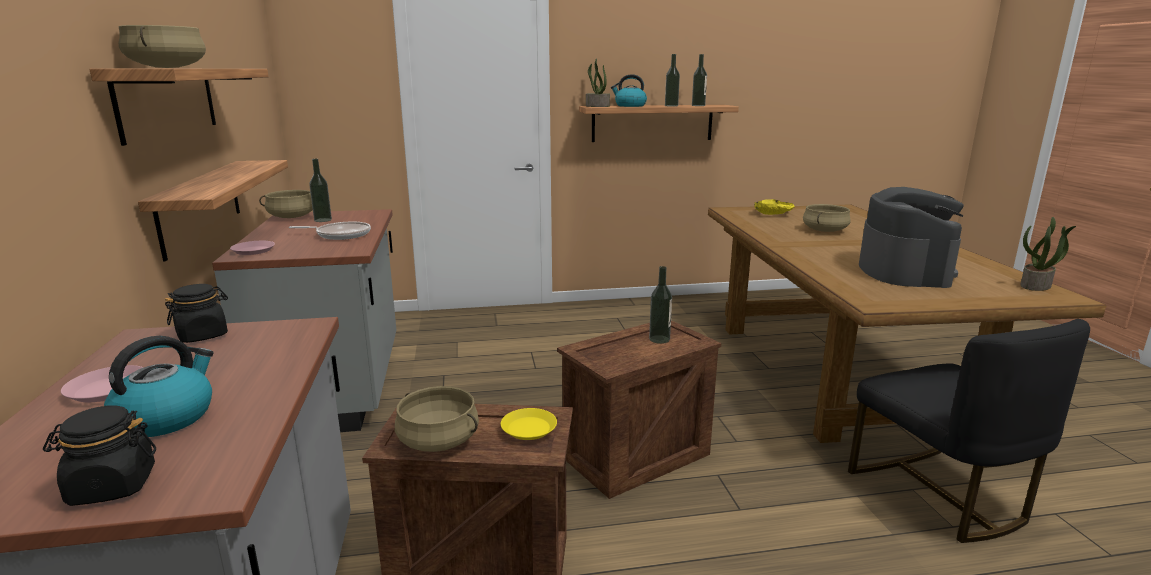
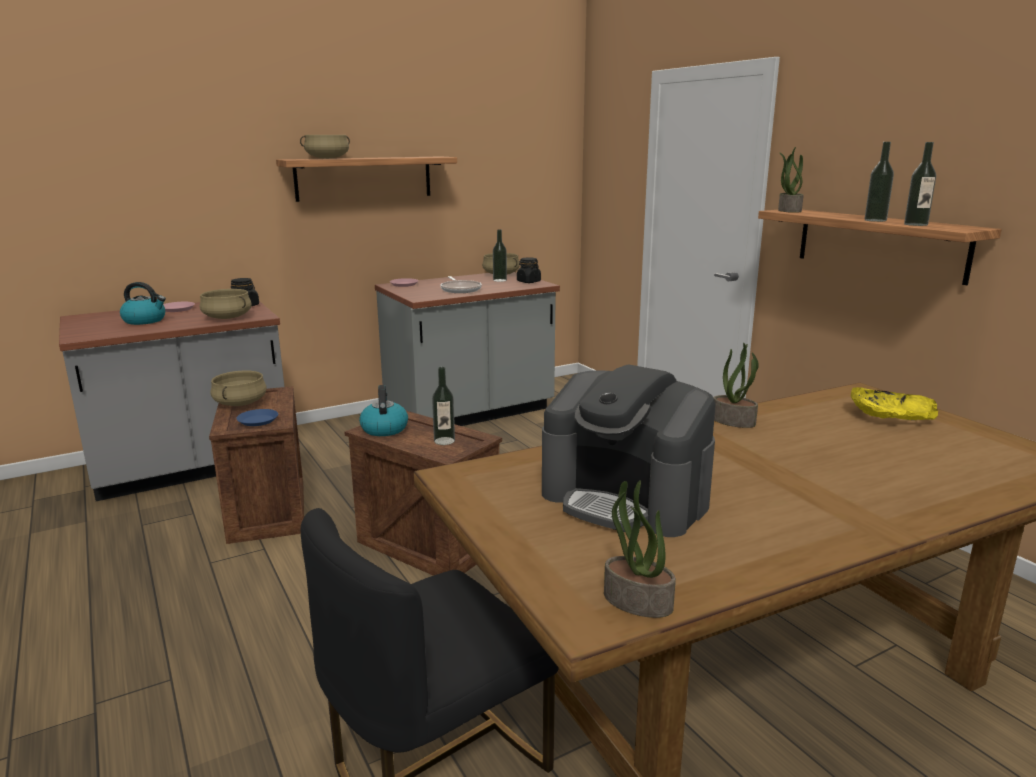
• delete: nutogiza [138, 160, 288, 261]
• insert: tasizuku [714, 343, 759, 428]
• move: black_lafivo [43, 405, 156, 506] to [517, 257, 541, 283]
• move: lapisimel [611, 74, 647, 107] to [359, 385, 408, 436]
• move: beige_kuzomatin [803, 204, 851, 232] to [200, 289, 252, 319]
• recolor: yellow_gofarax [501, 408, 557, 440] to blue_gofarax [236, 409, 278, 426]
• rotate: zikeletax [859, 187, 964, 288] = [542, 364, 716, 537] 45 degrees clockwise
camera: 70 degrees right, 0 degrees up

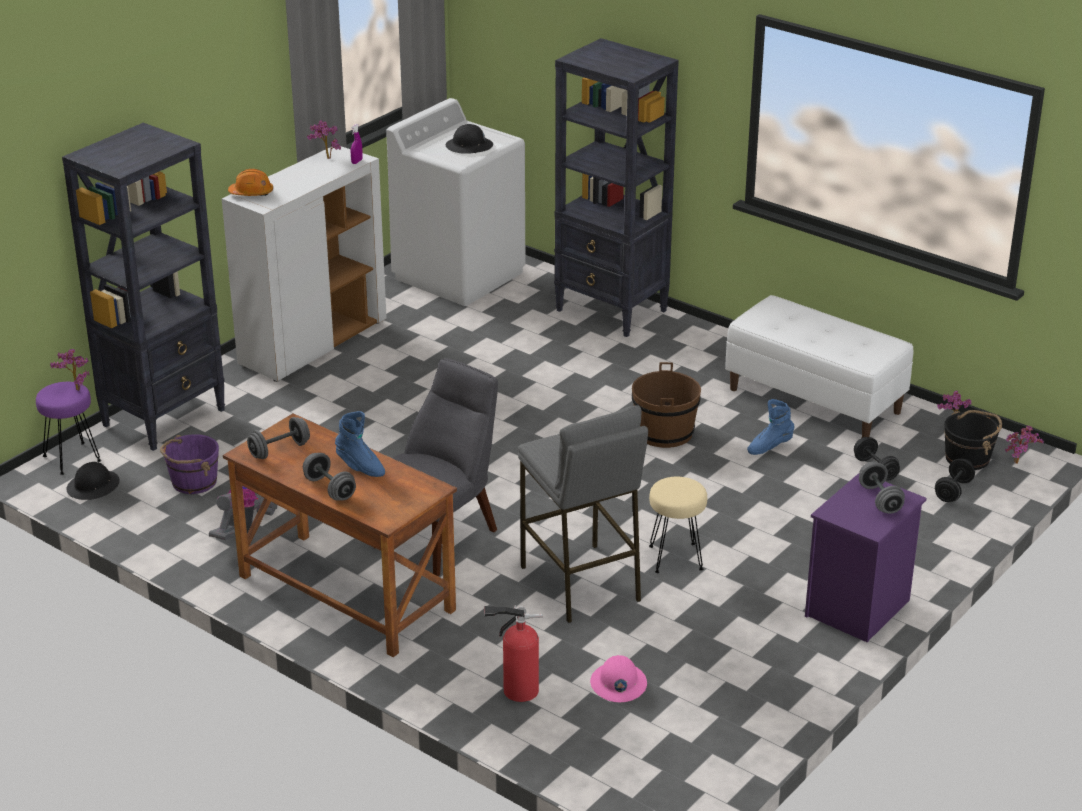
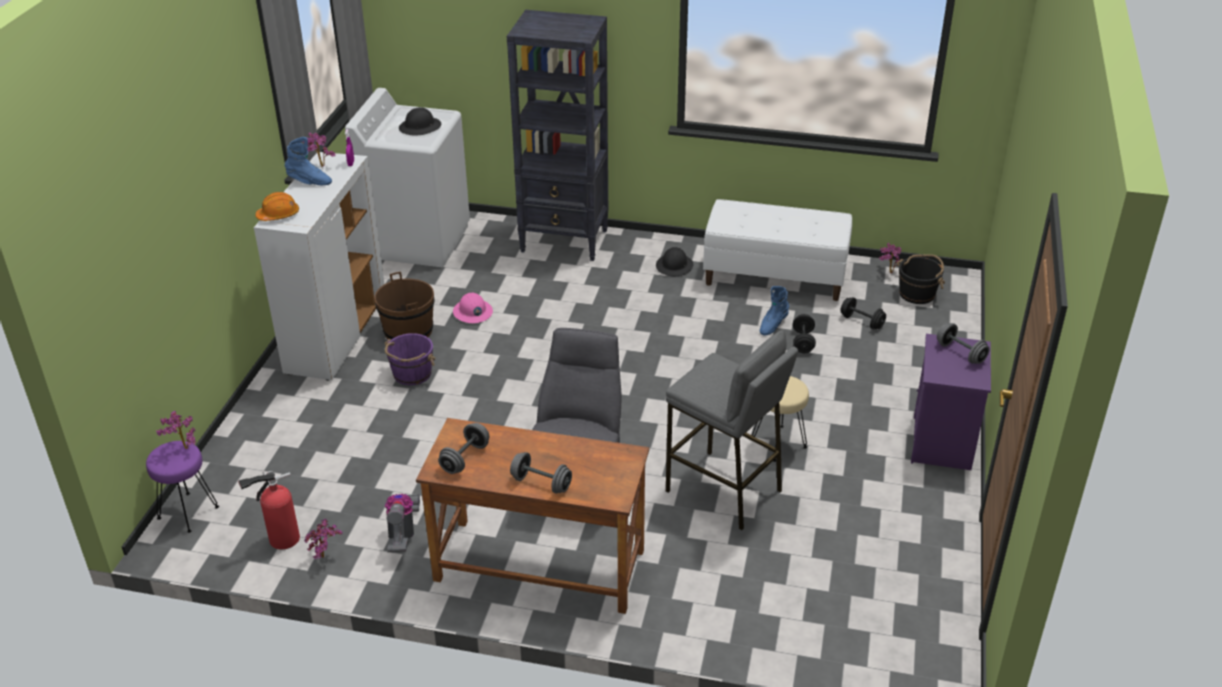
• delete: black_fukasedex [62, 123, 225, 451]
• move: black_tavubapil [66, 462, 120, 500] to [656, 247, 693, 276]
• move: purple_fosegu [160, 434, 219, 494] to [385, 333, 435, 385]
• move: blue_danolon [335, 411, 385, 477] to [285, 137, 332, 185]
• move: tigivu [484, 605, 543, 702] to [238, 471, 300, 549]
• move: pink_tavubapil [590, 655, 647, 702] to [453, 292, 493, 323]
• move: brown_fosegu [632, 362, 701, 448] to [374, 272, 435, 340]
• move: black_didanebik [935, 459, 975, 502] to [793, 314, 816, 353]
• move: tasizuku [1005, 425, 1044, 464] to [304, 519, 342, 559]
camera: 25 degrees left, 5 degrees up

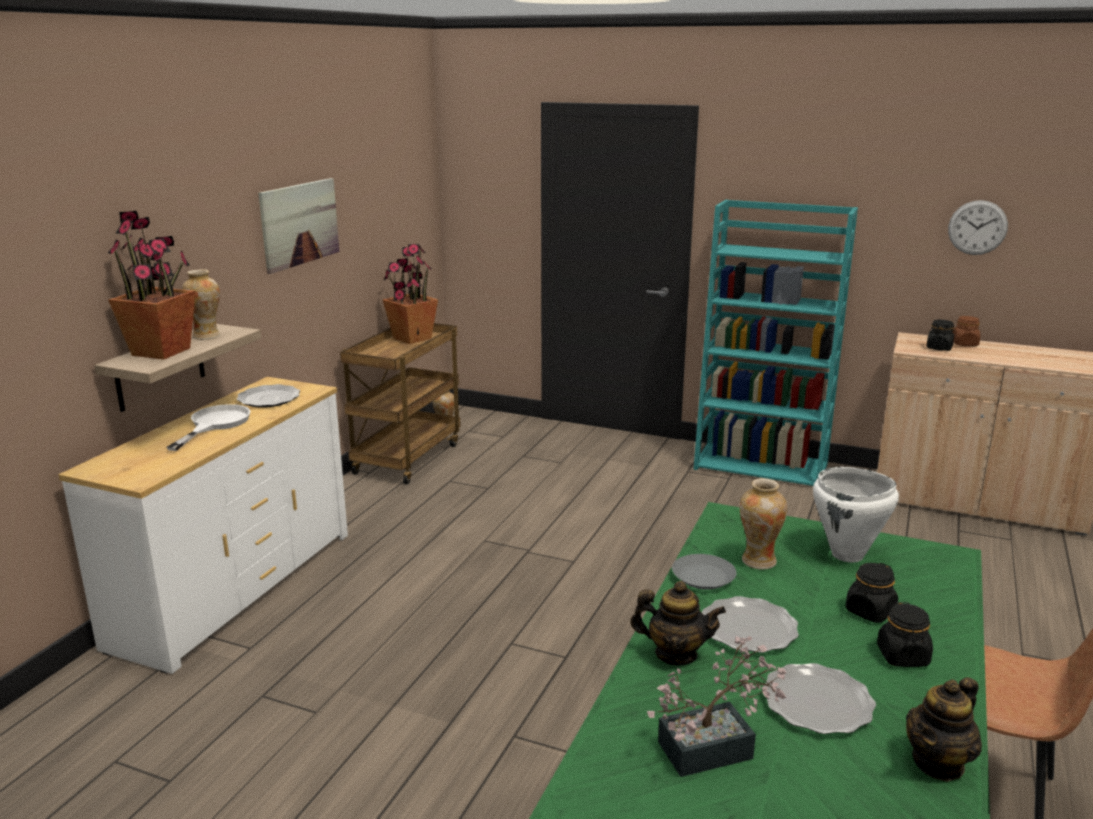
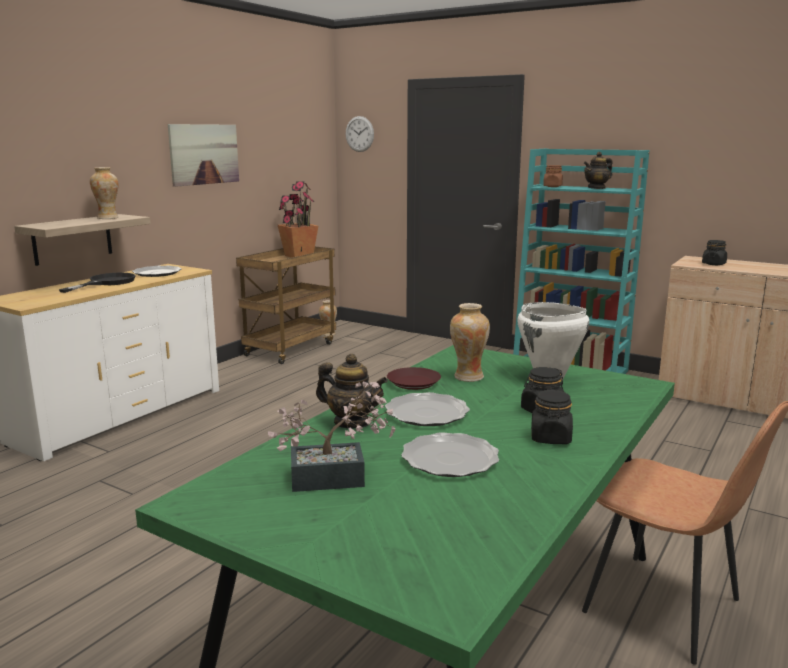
• delete: tasizuku [108, 211, 195, 360]
• move: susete [906, 677, 982, 782] to [584, 152, 613, 189]
• move: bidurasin [948, 200, 1008, 255] to [346, 116, 374, 152]
• move: brown_lafivo [952, 316, 980, 346] to [543, 165, 563, 187]
• recolor: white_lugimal [167, 404, 251, 451] to black_lugimal [59, 273, 135, 293]
• recolor: grey_gofarax [672, 554, 736, 590] to brown_gofarax [387, 367, 441, 390]
camera: 10 degrees right, 5 degrees down

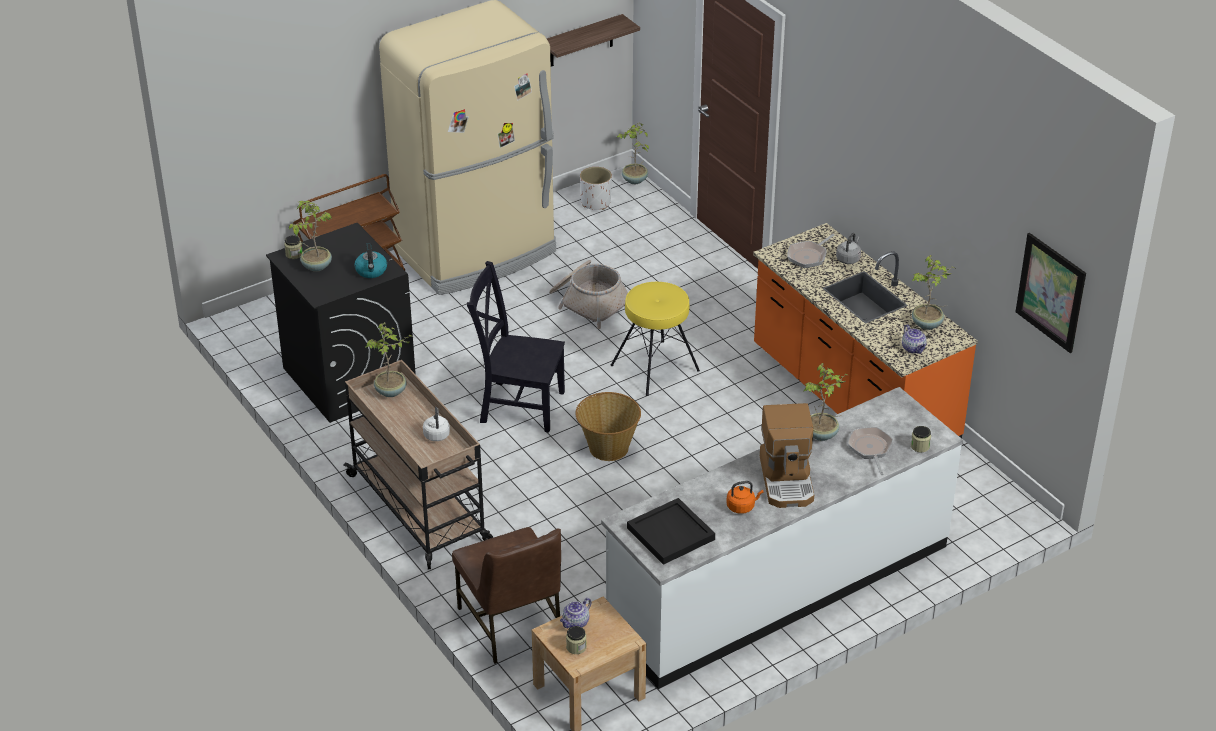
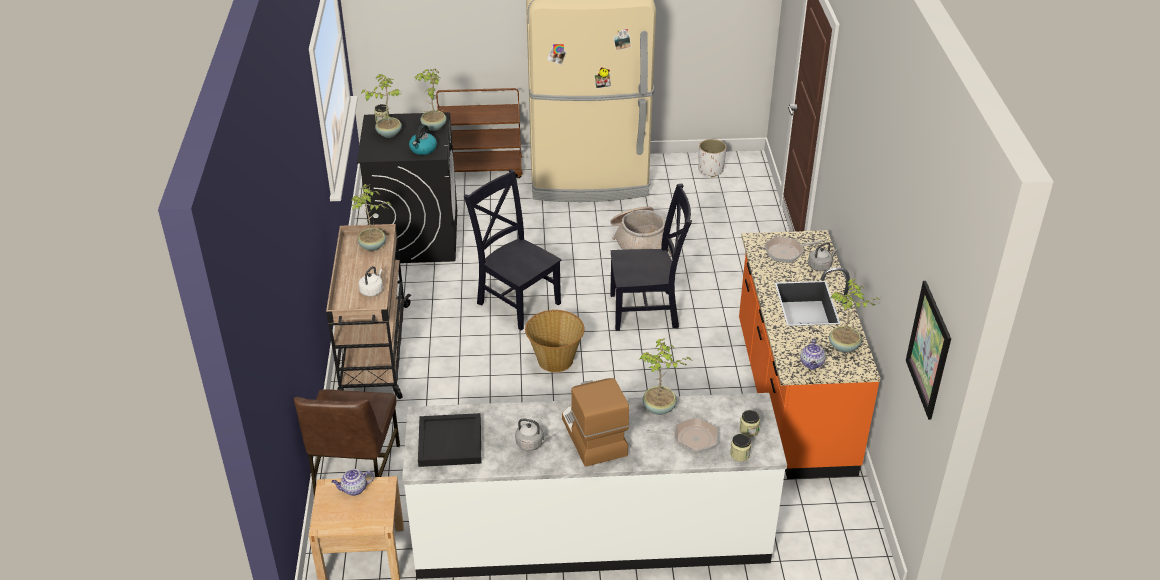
• delete: nutogiza [547, 14, 640, 67]
• move: lafivo [566, 626, 586, 654] to [739, 410, 760, 437]
• move: tasizuku [617, 122, 649, 184] to [414, 69, 447, 131]
• replace: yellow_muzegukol [611, 282, 700, 396] to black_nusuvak [610, 183, 692, 331]
• recolor: orange_lapisimel [726, 481, 764, 514] to grey_lapisimel [515, 419, 550, 451]
• rotate: zikeletax [760, 403, 814, 508] = [562, 378, 629, 467] 135 degrees clockwise
• rotate: lugimal [847, 427, 893, 475] = [646, 417, 718, 454] 75 degrees clockwise
camera: 30 degrees right, 0 degrees up

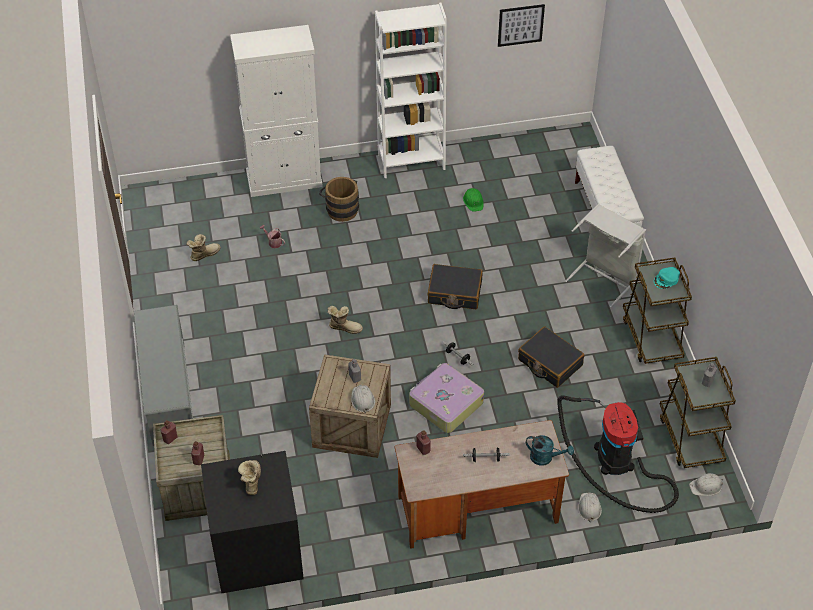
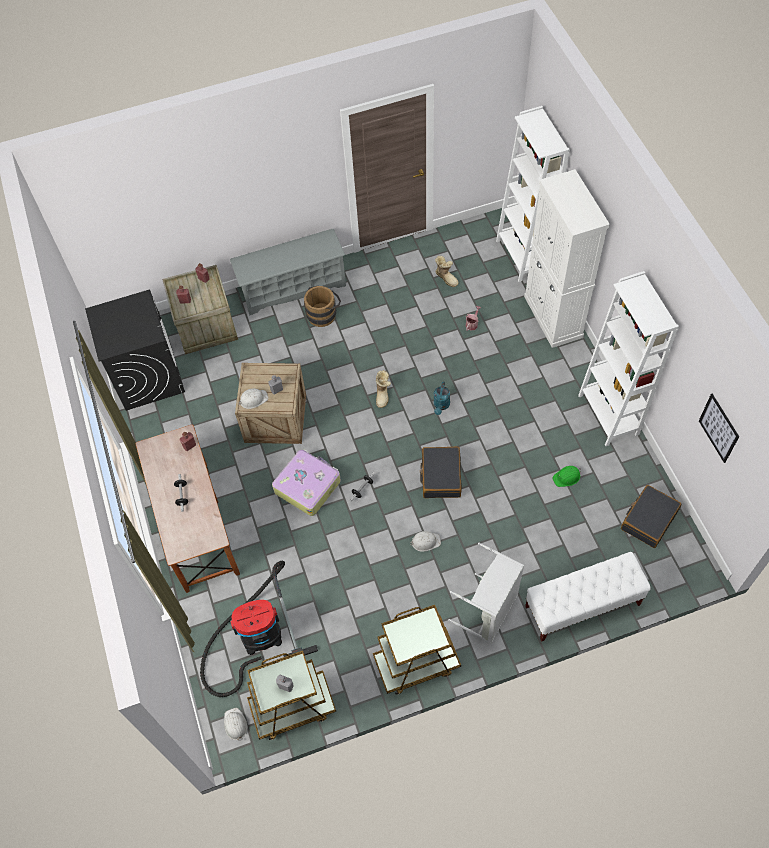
• delete: danolon [238, 460, 261, 495]
• delete: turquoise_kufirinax [654, 267, 680, 289]
• insert: white_fukasedex [496, 106, 570, 282]
• move: brown_fosegu [319, 177, 359, 222] to [304, 286, 341, 327]
• move: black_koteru [518, 326, 584, 388] to [621, 485, 682, 548]
• move: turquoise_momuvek [526, 435, 574, 466] to [434, 382, 450, 415]
• move: white_tavubapil [578, 493, 602, 522] to [410, 531, 441, 552]
camera: 85 degrees right, 10 degrees up

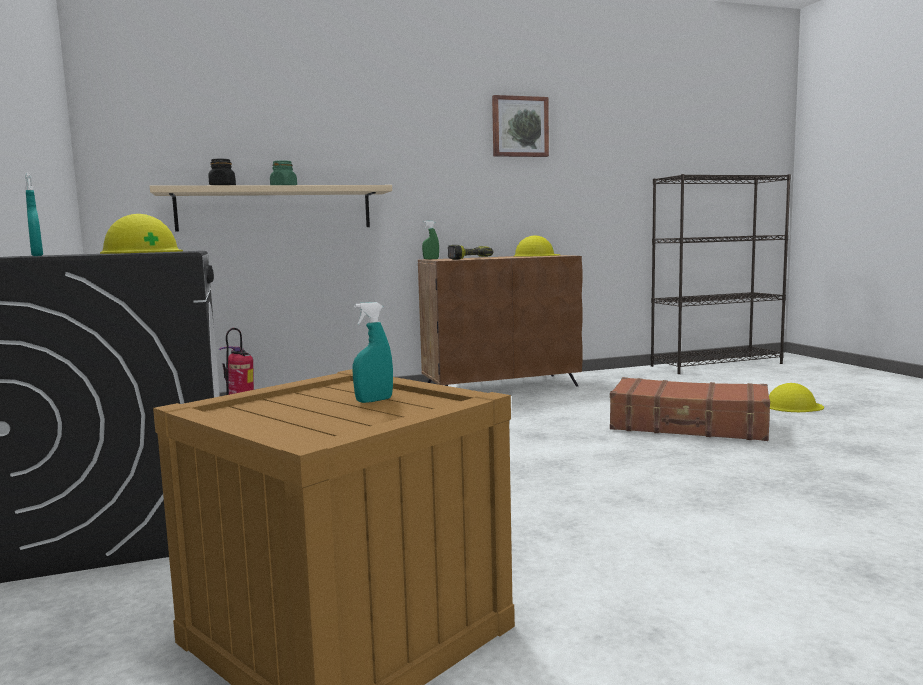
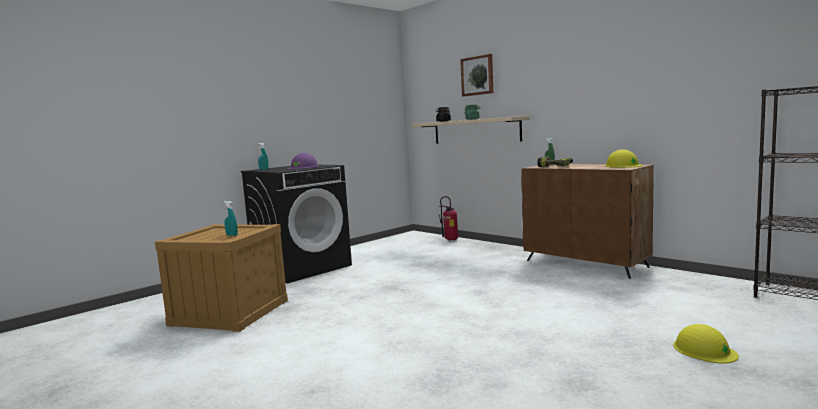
• delete: brown_koteru [610, 377, 770, 441]
• move: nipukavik [492, 95, 549, 157] to [460, 54, 493, 97]
• recolor: yellow_tavubapil [100, 214, 183, 254] to purple_tavubapil [288, 153, 319, 169]
camera: 65 degrees right, 0 degrees up

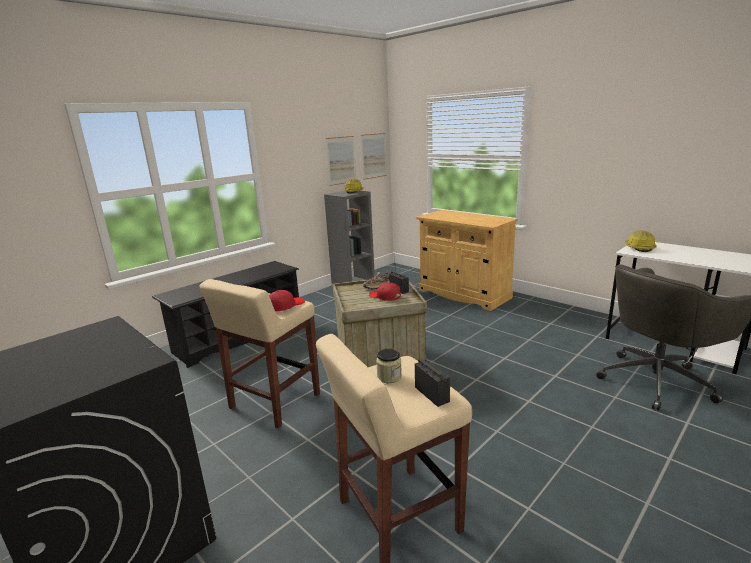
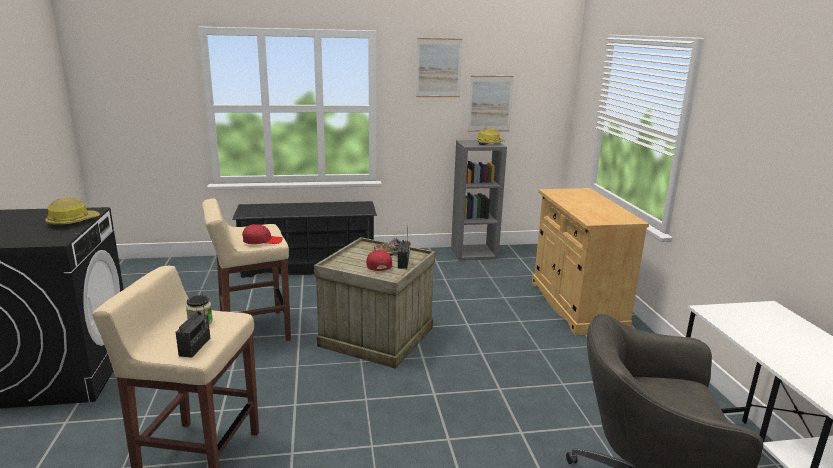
• move: nipukavik [361, 133, 387, 180] to [416, 38, 462, 97]
• move: tavubapil [625, 230, 657, 252] to [45, 197, 100, 227]
camera: 35 degrees right, 0 degrees up

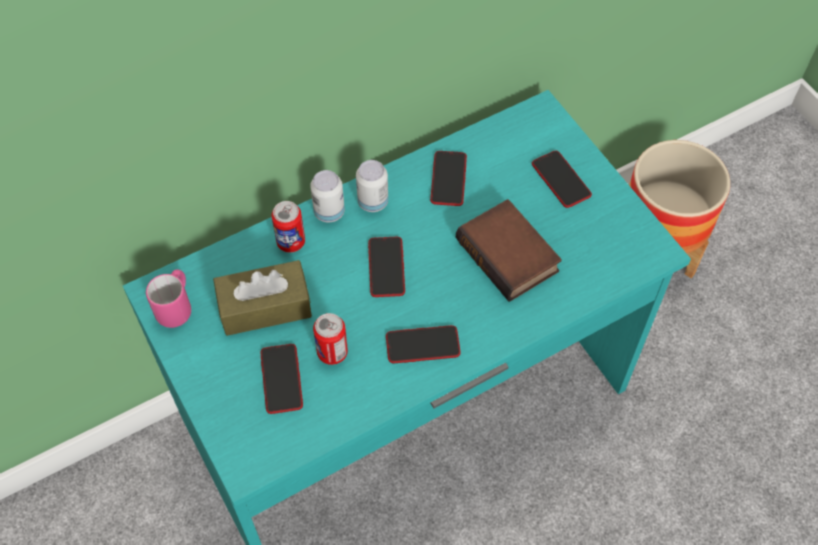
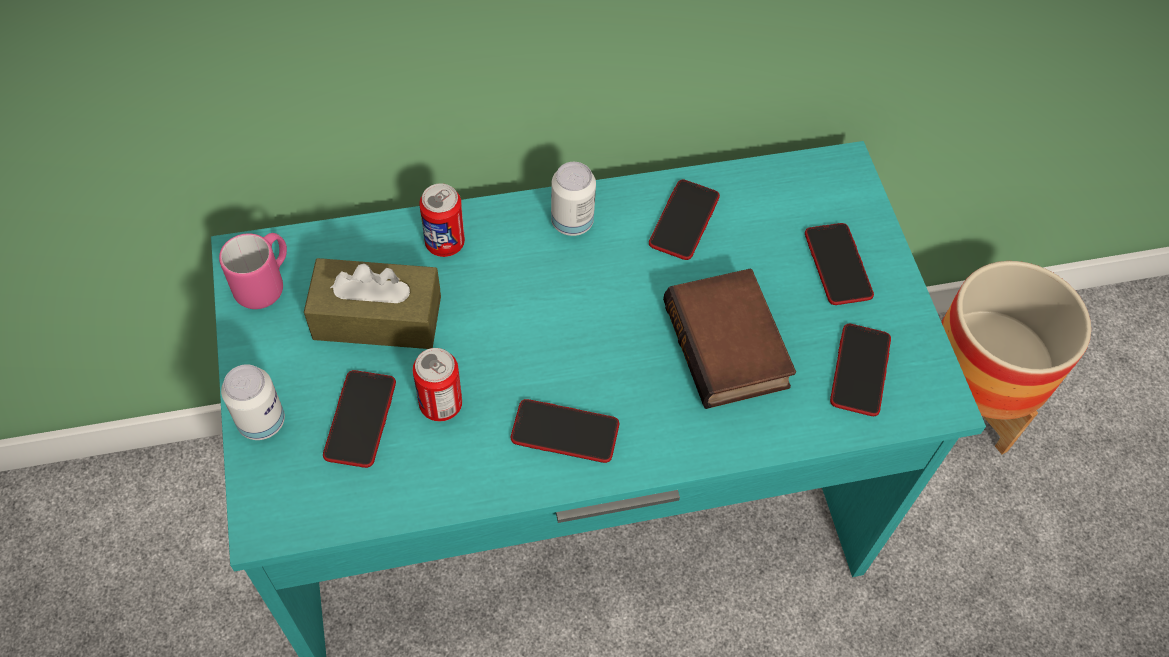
• move: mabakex [310, 170, 345, 223] to [221, 364, 285, 440]
• move: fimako [368, 237, 405, 297] to [830, 324, 891, 416]
camera: 15 degrees right, 0 degrees up

